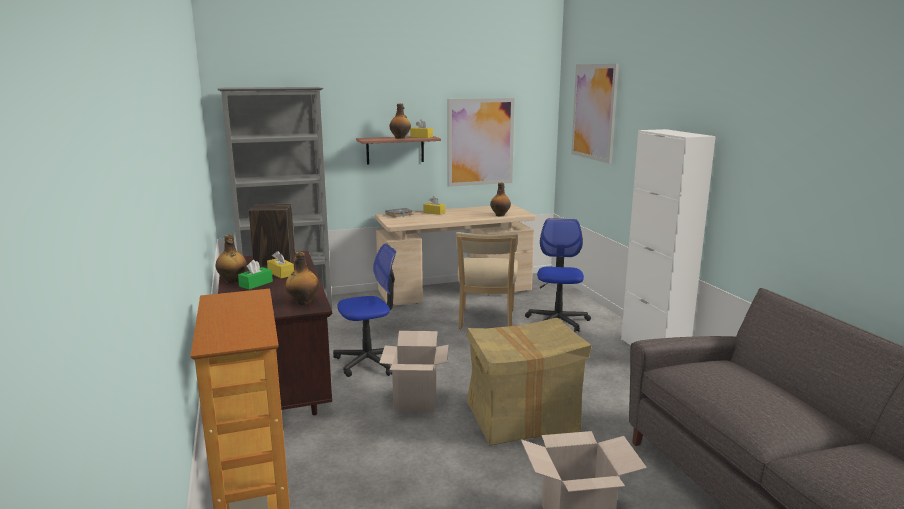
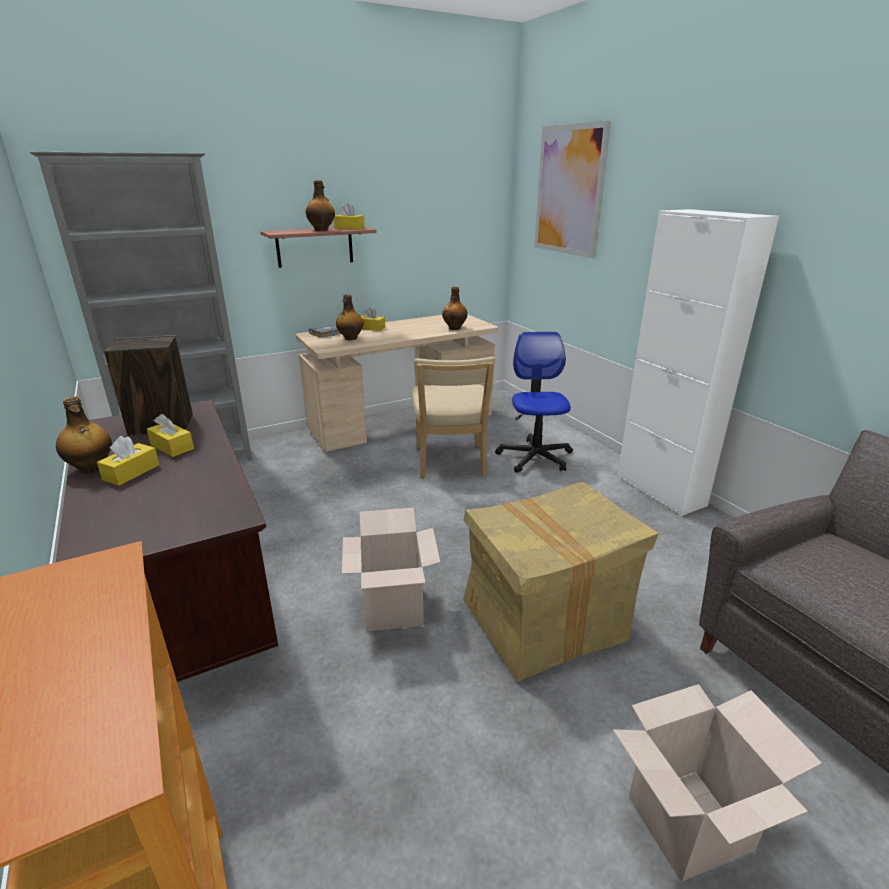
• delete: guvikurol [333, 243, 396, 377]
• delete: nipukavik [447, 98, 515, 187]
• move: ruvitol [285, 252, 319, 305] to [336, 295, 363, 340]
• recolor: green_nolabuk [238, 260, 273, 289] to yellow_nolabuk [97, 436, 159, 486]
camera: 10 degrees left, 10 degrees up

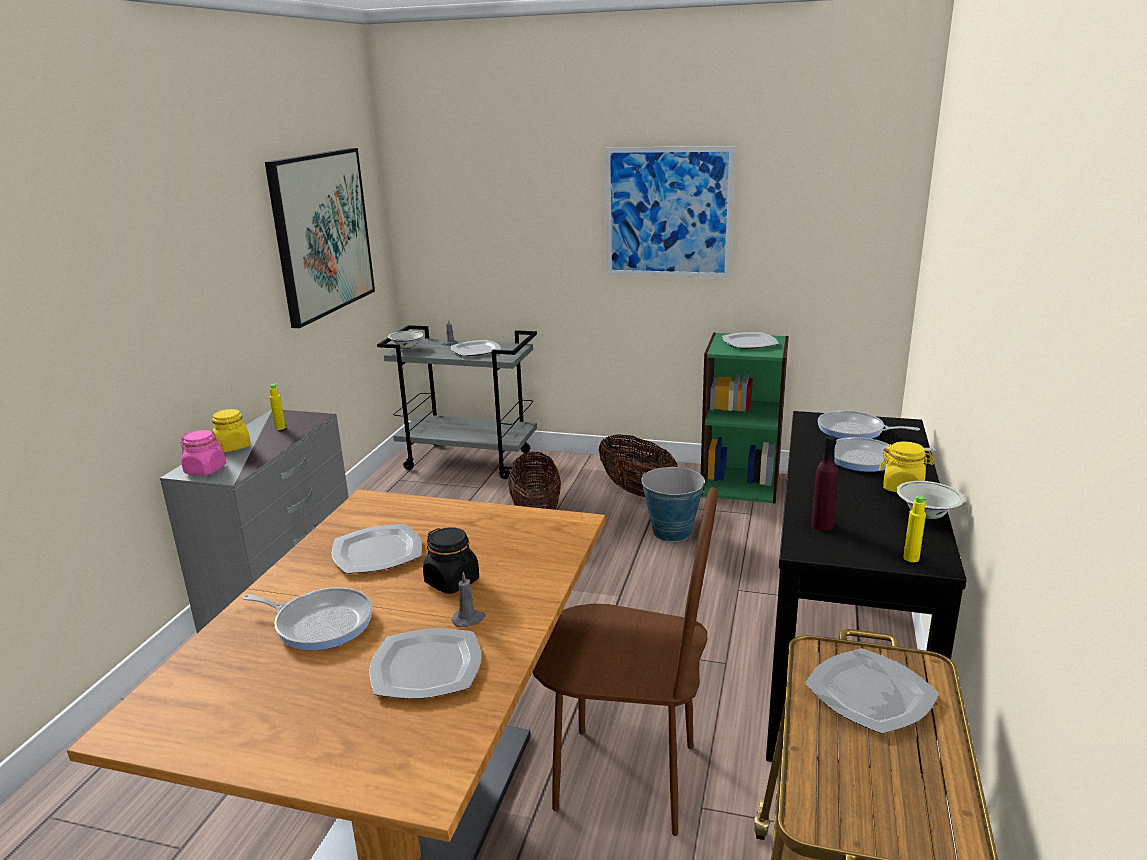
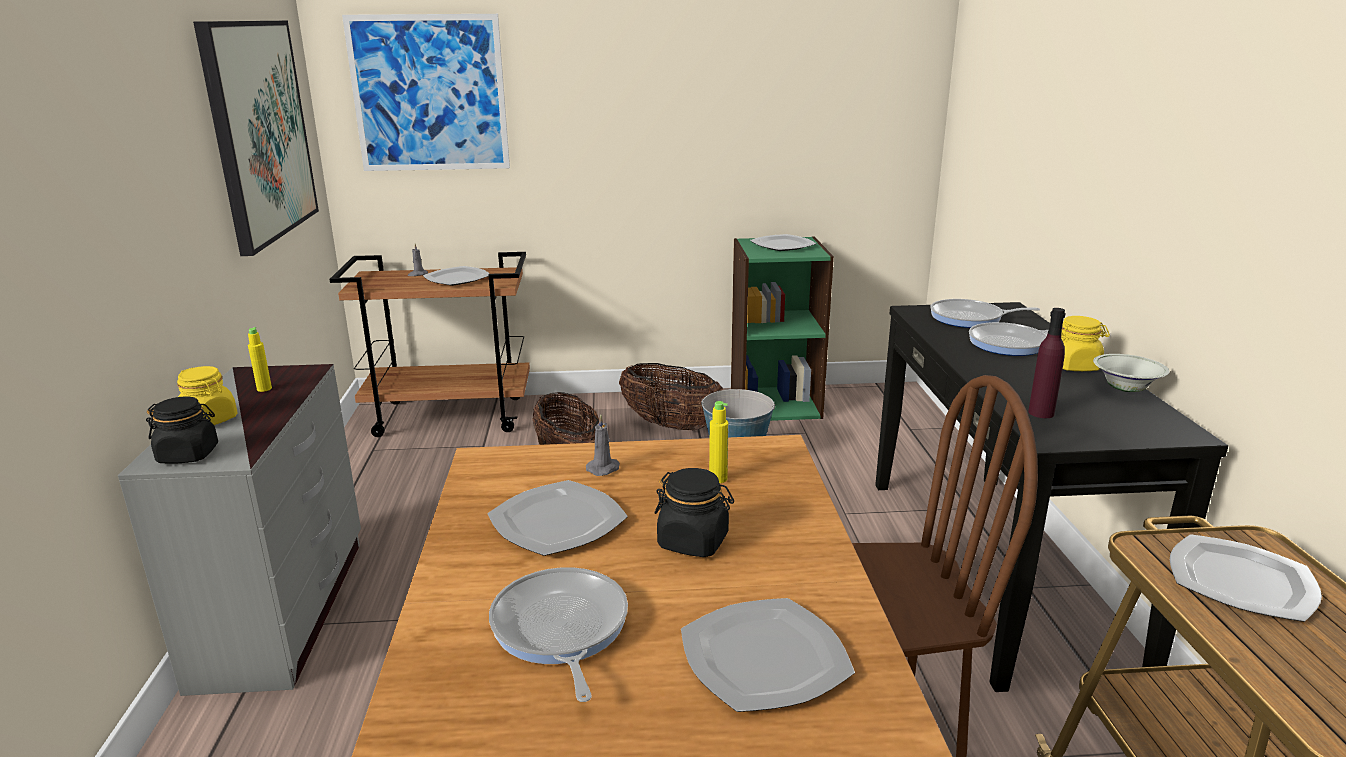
• delete: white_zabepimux [388, 331, 423, 349]
• move: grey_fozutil [451, 572, 486, 627] to [586, 414, 620, 476]
• move: nipukavik [605, 146, 735, 278] to [342, 14, 510, 171]
• move: yellow_ruvitol [903, 496, 927, 562] to [709, 401, 729, 483]
• recolor: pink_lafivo [180, 430, 226, 475] to black_lafivo [146, 396, 218, 464]
• recolor: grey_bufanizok [377, 325, 537, 479] to brown_bufanizok [329, 252, 530, 437]
• rotate: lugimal [242, 588, 373, 650] = [489, 567, 628, 702] 105 degrees counterclockwise
camera: 20 degrees left, 0 degrees up

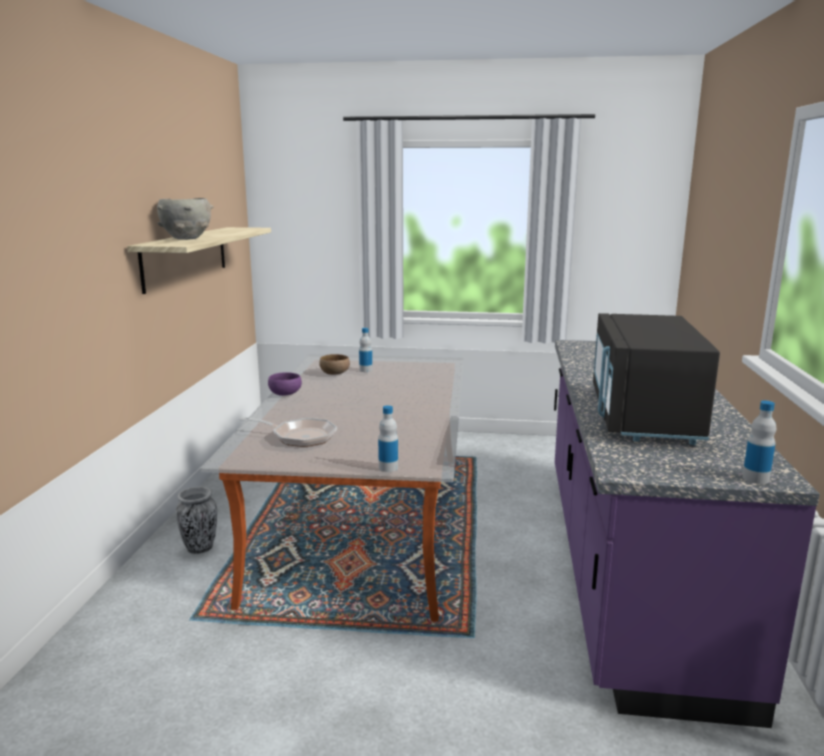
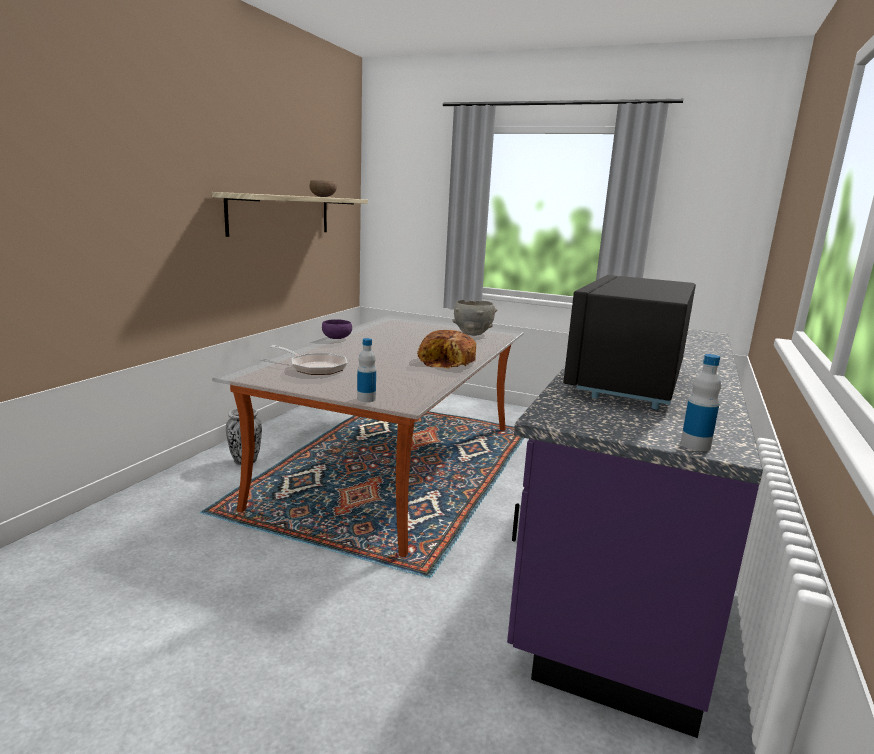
• delete: ruvitol [359, 328, 372, 372]
• insert: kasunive [417, 330, 476, 368]
• move: grey_zabepimux [157, 198, 213, 240] to [453, 300, 498, 336]
• move: brown_zabepimux [320, 354, 350, 375] to [310, 180, 337, 197]
camera: 15 degrees right, 0 degrees up

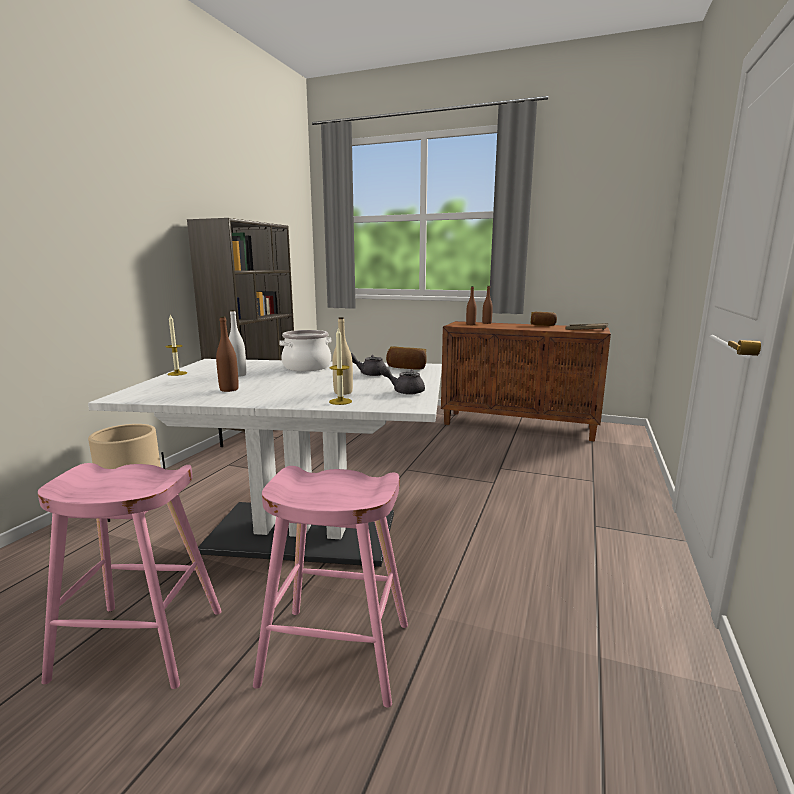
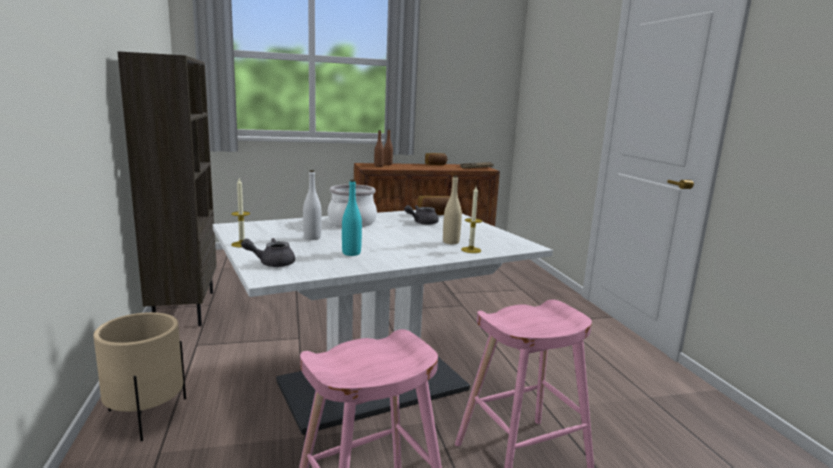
• move: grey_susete [380, 366, 425, 395] to [241, 238, 295, 267]
• recolor: brown_ruvitol [216, 316, 239, 392] to turquoise_ruvitol [342, 180, 362, 256]
camera: 35 degrees left, 0 degrees up

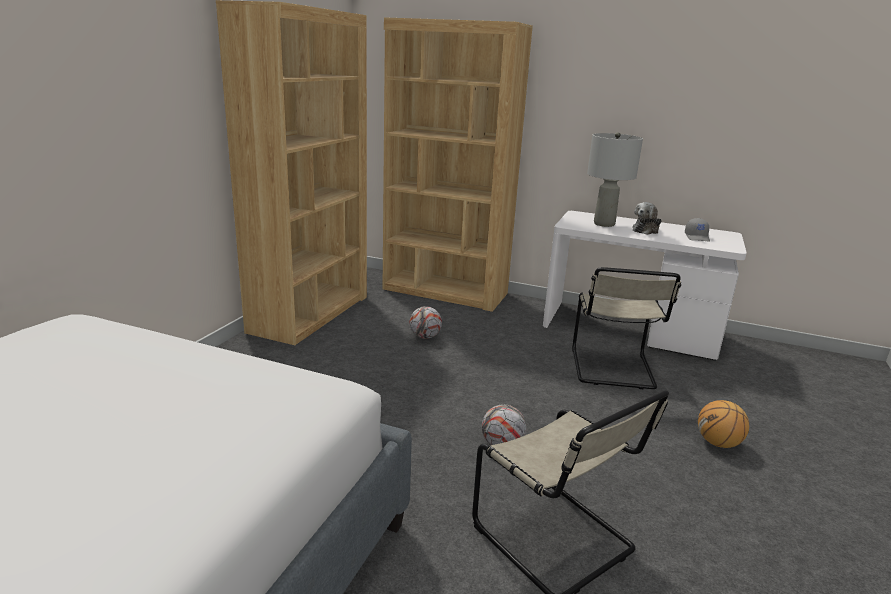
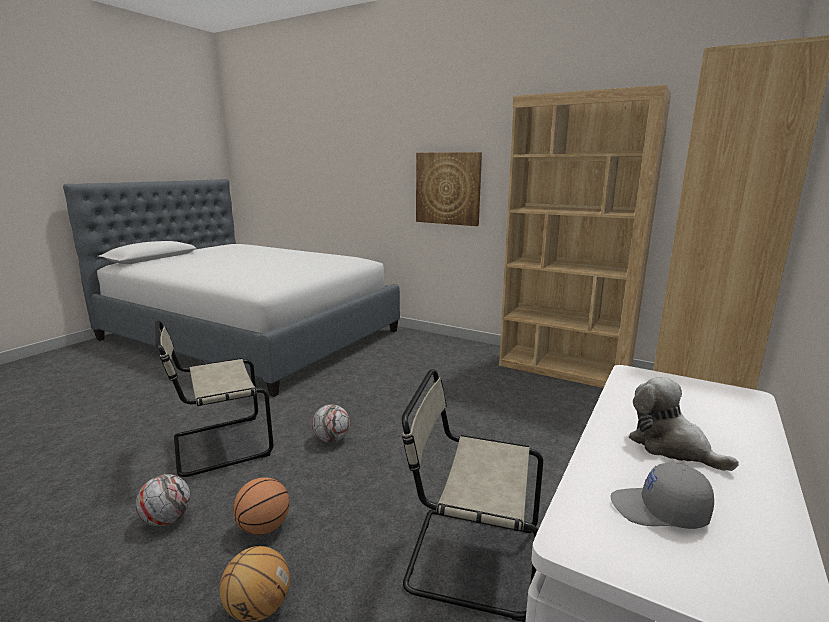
• delete: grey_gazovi [587, 132, 643, 227]
• insert: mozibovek [233, 477, 290, 535]
• insert: nipukavik [416, 152, 482, 226]
• move: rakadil [409, 306, 442, 339] to [136, 474, 190, 526]
camera: 100 degrees right, 5 degrees down

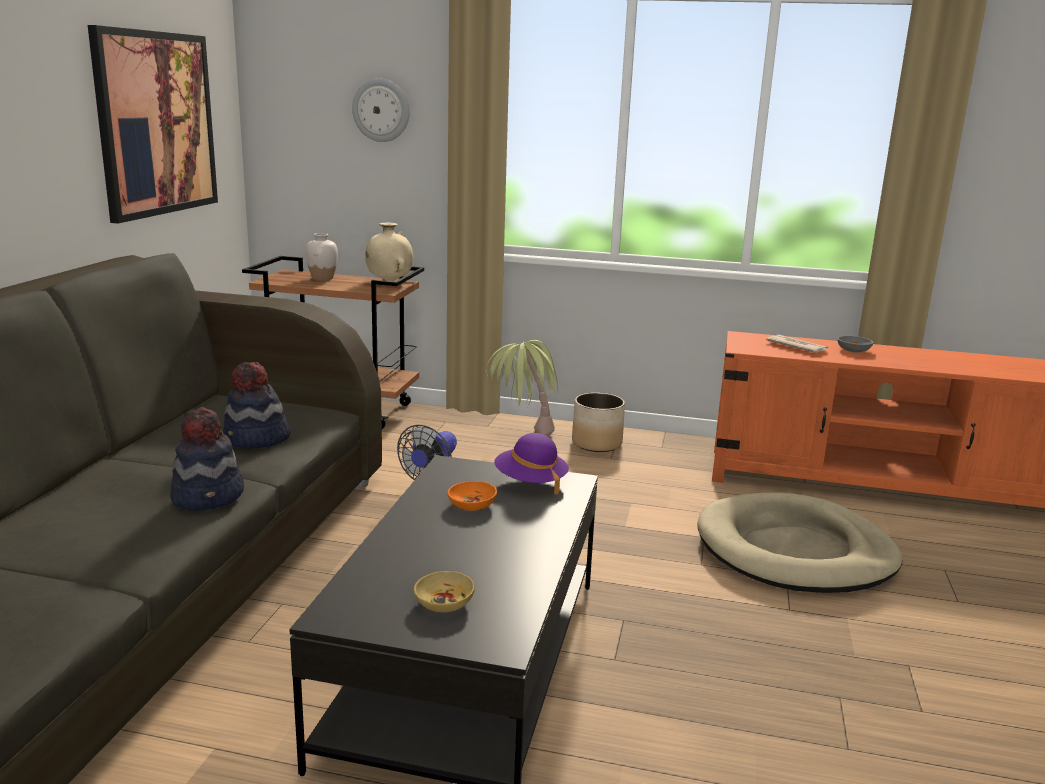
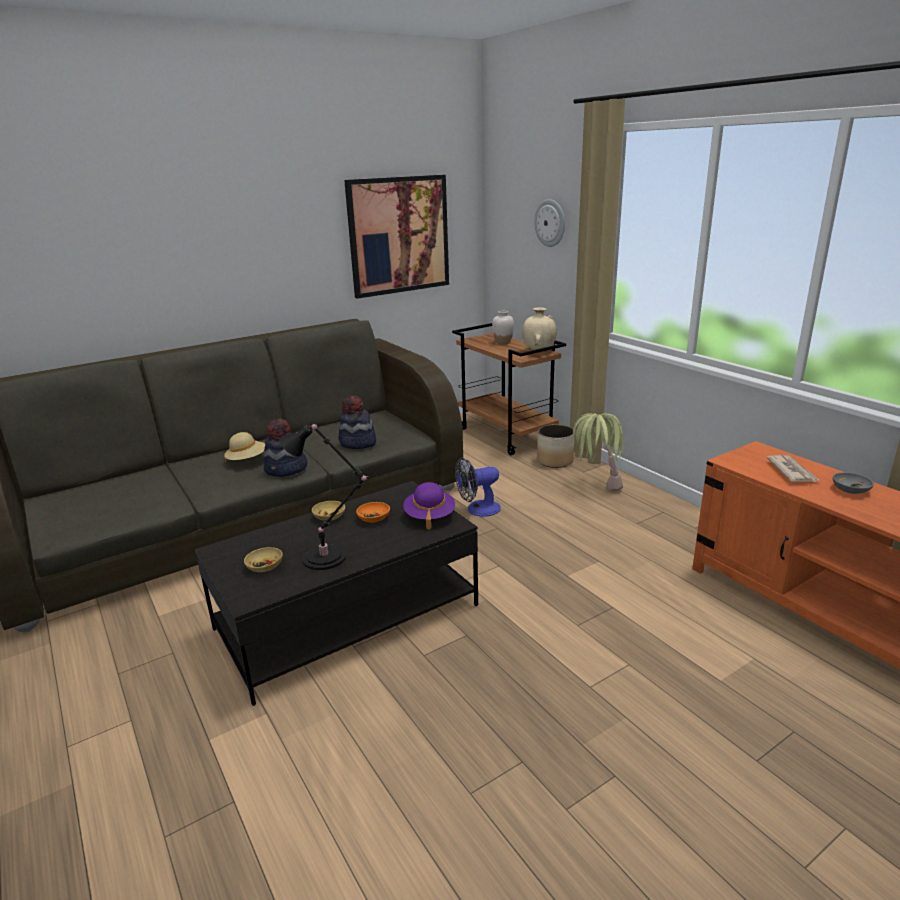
• delete: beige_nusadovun [697, 492, 903, 593]
• insert: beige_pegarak [224, 432, 265, 462]
• insert: black_gazovi [280, 423, 368, 570]
• insert: beige_zabepimux [312, 501, 345, 521]
• move: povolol [572, 393, 625, 452] to [537, 424, 575, 468]
camera: 45 degrees right, 5 degrees up

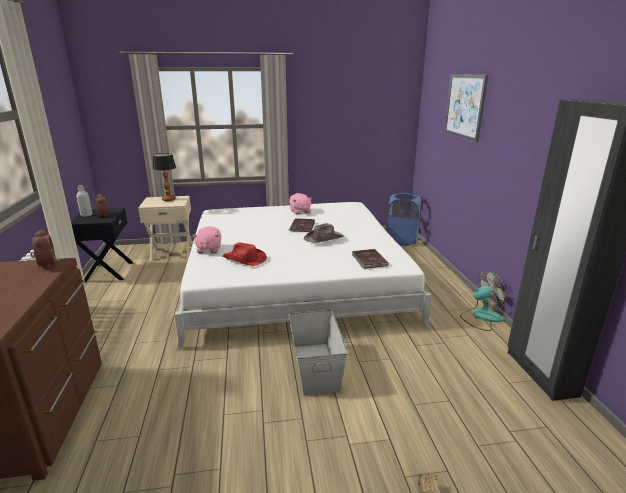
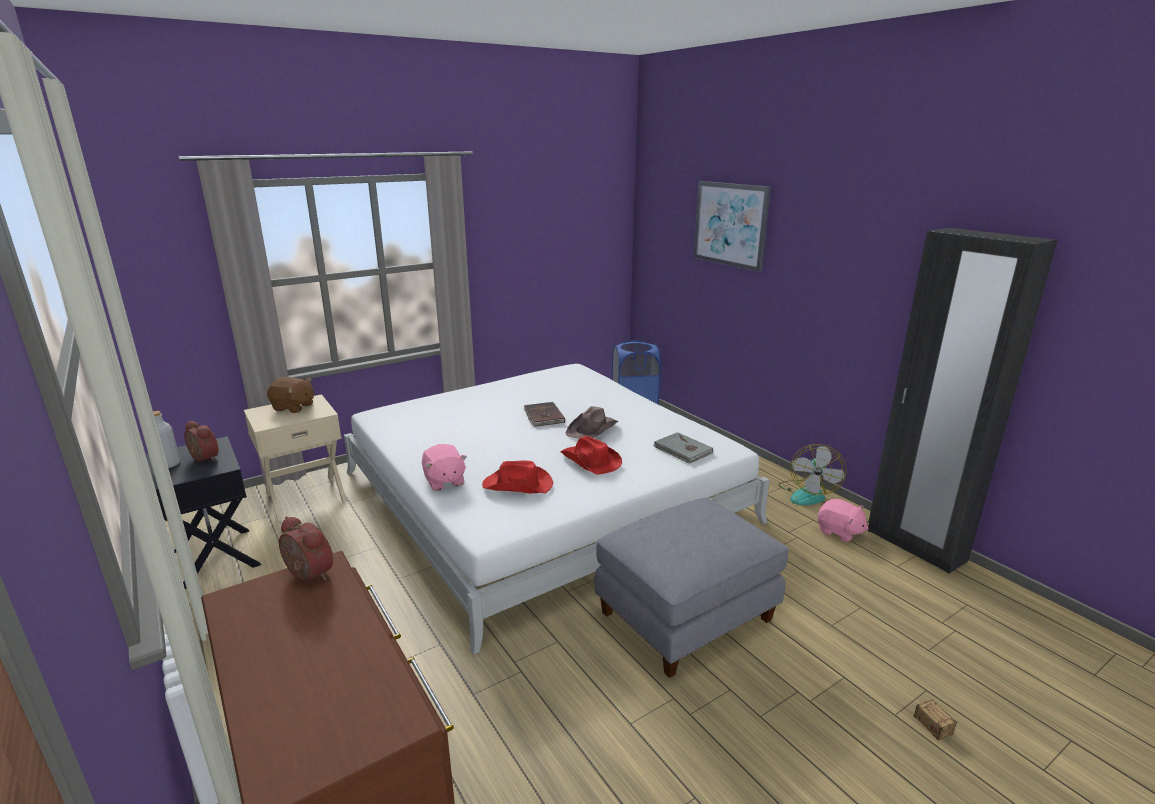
• insert: red_pegarak [561, 436, 622, 475]
• move: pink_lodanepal [289, 193, 312, 215] to [818, 499, 868, 542]
• replace: gazovi [153, 153, 176, 201] to brown_lodanepal [267, 377, 314, 413]
• replace: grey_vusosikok [288, 310, 348, 395] to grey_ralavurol [594, 498, 789, 678]
• recolor: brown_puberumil [352, 249, 388, 269] to grey_puberumil [654, 432, 713, 464]
• rotate: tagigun [460, 271, 507, 331] = [778, 444, 847, 505] 150 degrees clockwise
camera: 25 degrees left, 0 degrees up

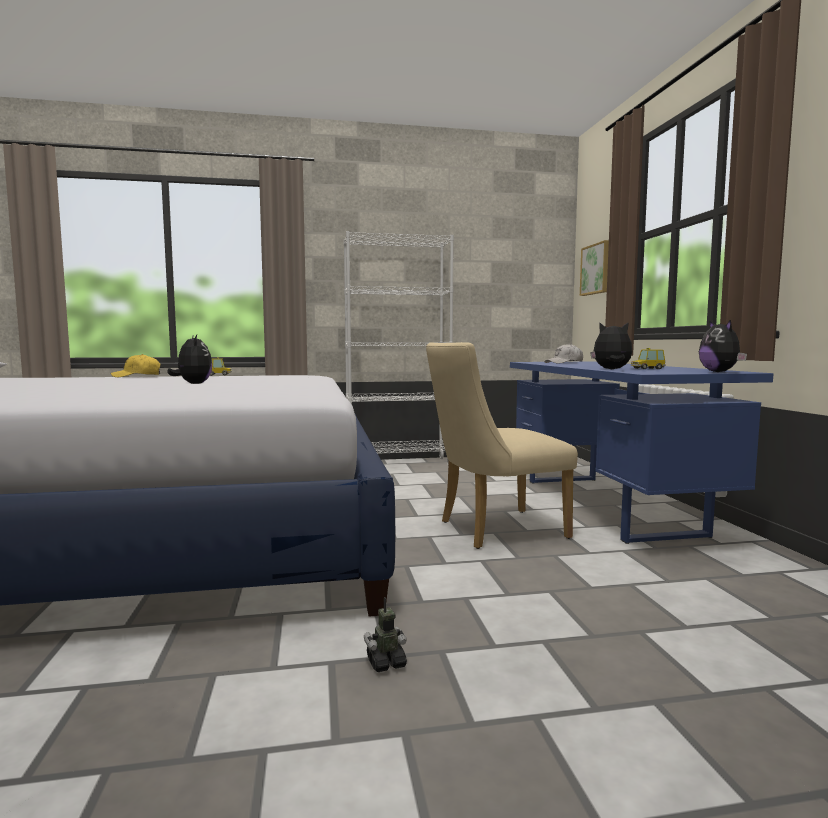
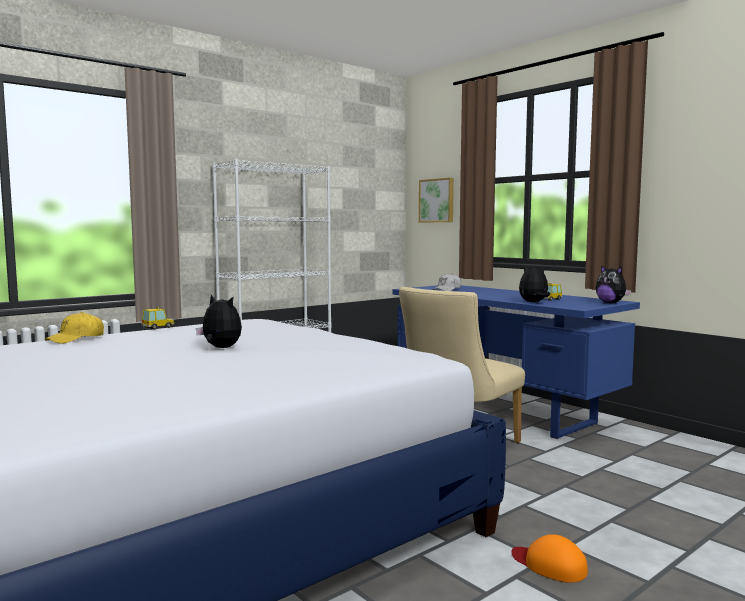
• replace: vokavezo [364, 597, 407, 672] to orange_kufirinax [511, 534, 588, 583]
camera: 30 degrees left, 0 degrees up

